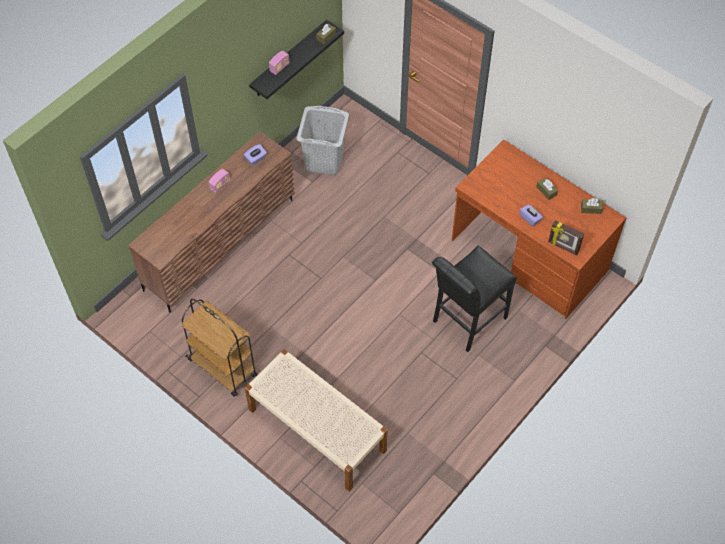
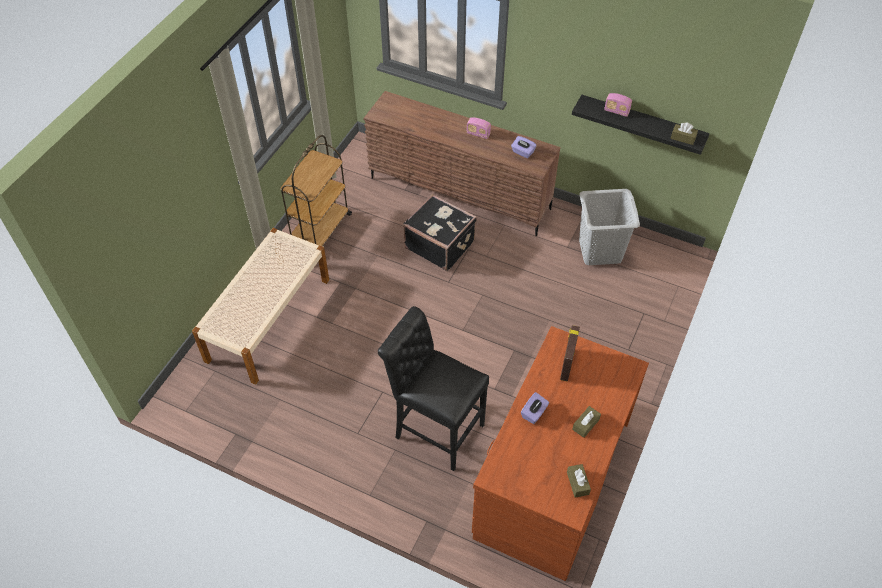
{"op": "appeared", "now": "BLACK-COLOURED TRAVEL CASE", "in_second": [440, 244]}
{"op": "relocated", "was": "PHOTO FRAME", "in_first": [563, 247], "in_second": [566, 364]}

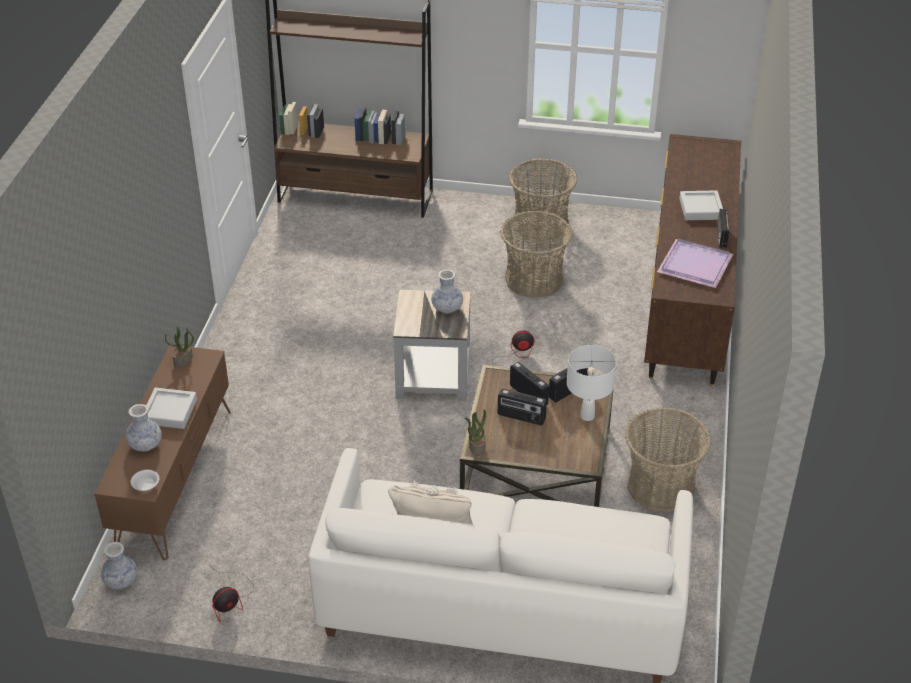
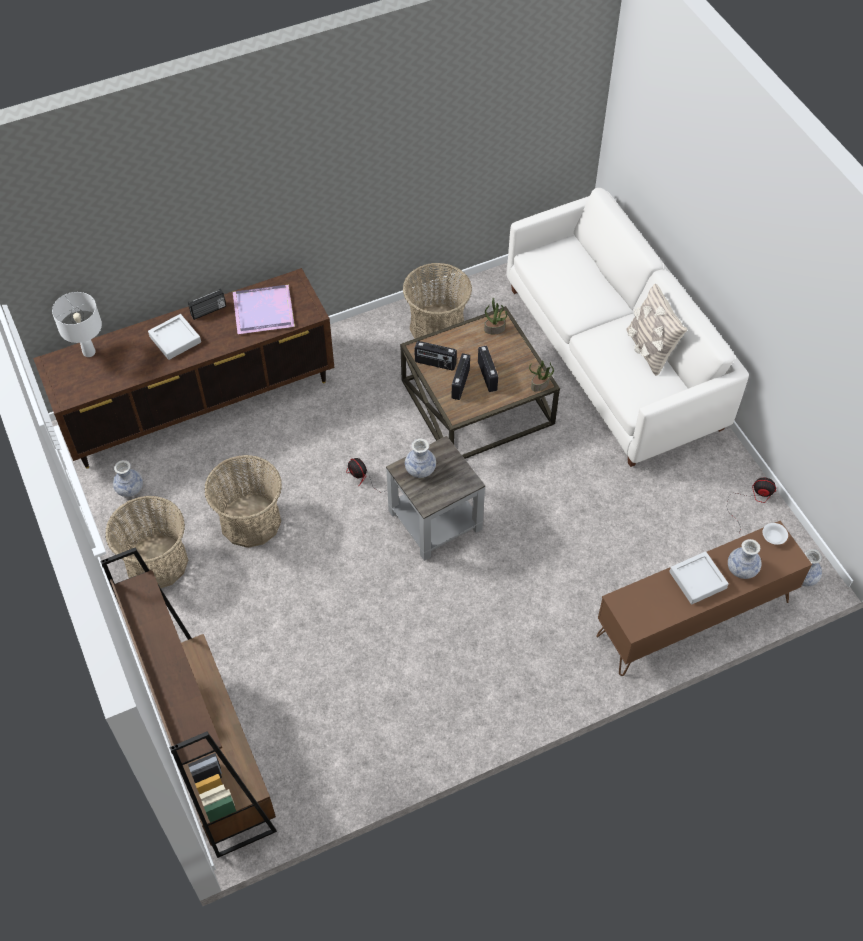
{"op": "appeared", "now": "VASE", "in_second": [130, 489]}
{"op": "relocated", "was": "POTTED PLANT", "in_first": [183, 360], "in_second": [494, 329]}
{"op": "relocated", "was": "WHITE-COLOURED TABLE LAMP", "in_first": [587, 416], "in_second": [89, 352]}

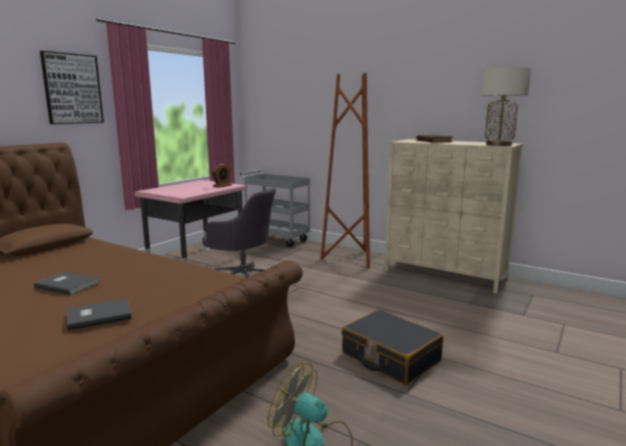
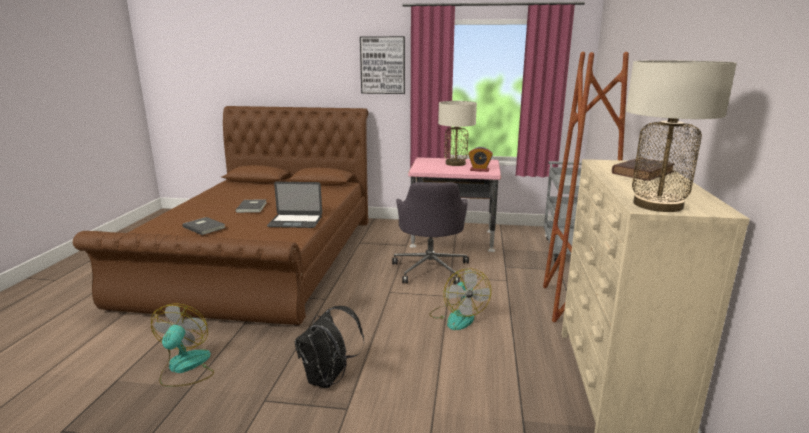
{"op": "appeared", "now": "LAPTOP", "in_second": [295, 221]}
{"op": "appeared", "now": "ELECTRIC FAN", "in_second": [457, 316]}
{"op": "appeared", "now": "TABLE LAMP", "in_second": [455, 163]}
{"op": "exchanged", "was": "BLACK-COLOURED TRAVEL CASE", "now": "BLACK-COLOURED RUCKSACK", "in_first": [390, 357], "in_second": [328, 379]}

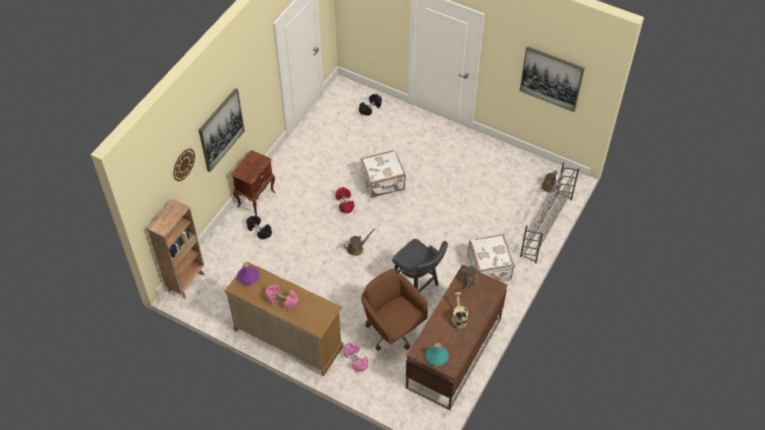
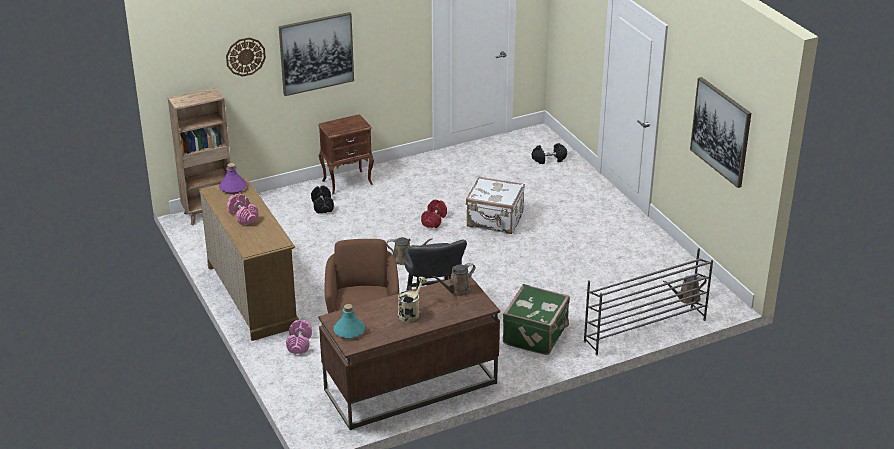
{"op": "colour", "was": "WHITE-COLOURED TRAVEL CASE", "now": "GREEN TRAVEL CASE", "in_first": [490, 267], "in_second": [536, 335]}

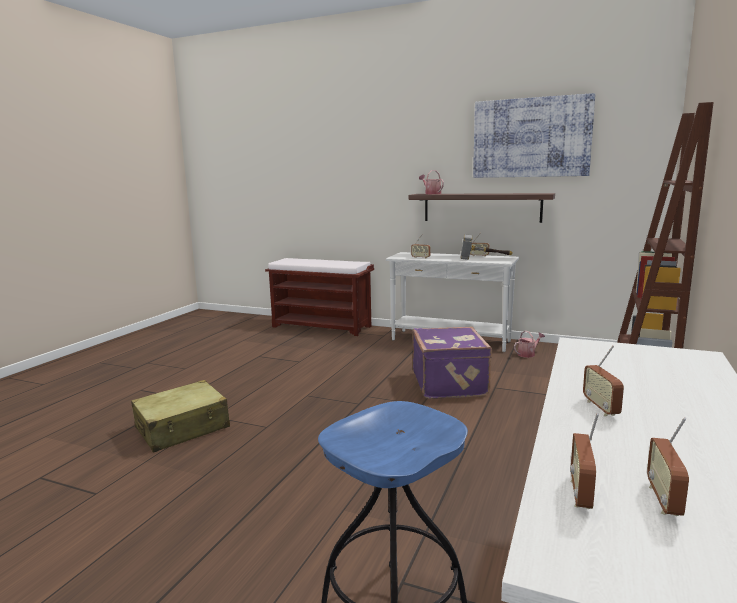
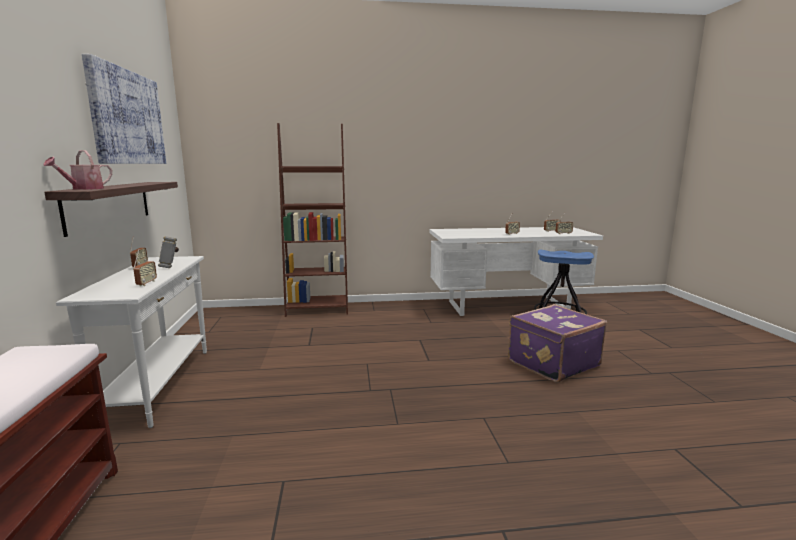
{"op": "missing", "was": "BEIGE-COLOURED TRAVEL CASE", "in_first": [183, 428]}
{"op": "missing", "was": "WATERING POT", "in_first": [528, 354]}
{"op": "relocated", "was": "PURPLE TRAVEL CASE", "in_first": [450, 384], "in_second": [551, 363]}

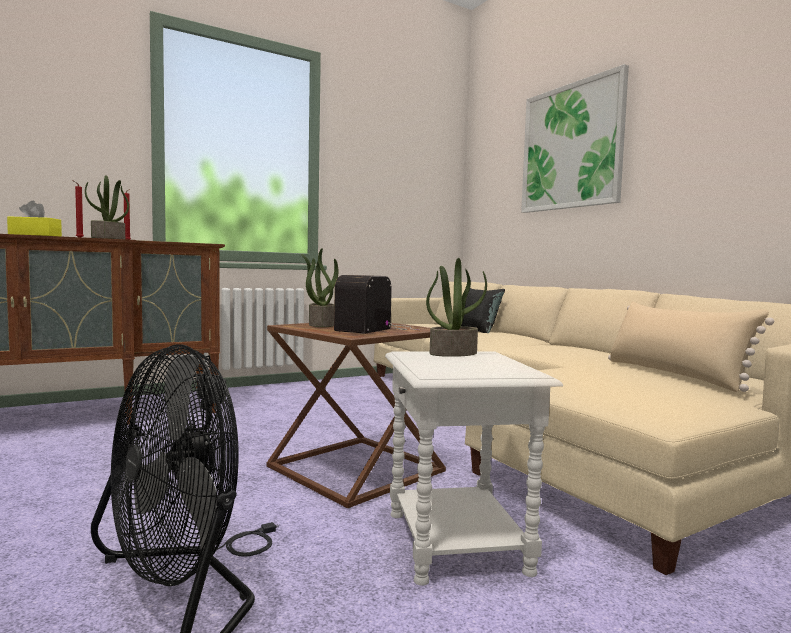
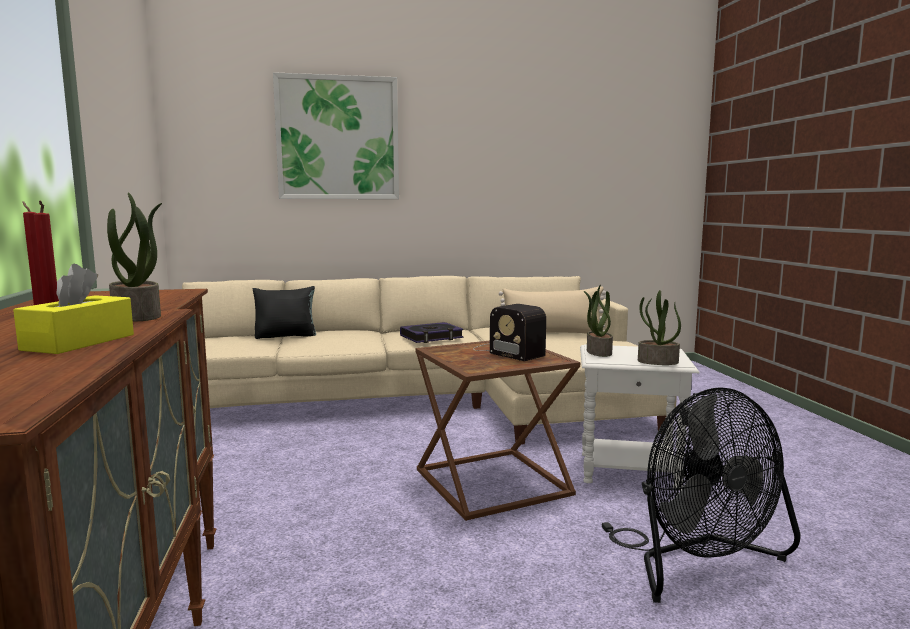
{"op": "appeared", "now": "BOOK", "in_second": [431, 337]}
{"op": "relocated", "was": "POTTED PLANT", "in_first": [321, 325], "in_second": [657, 362]}

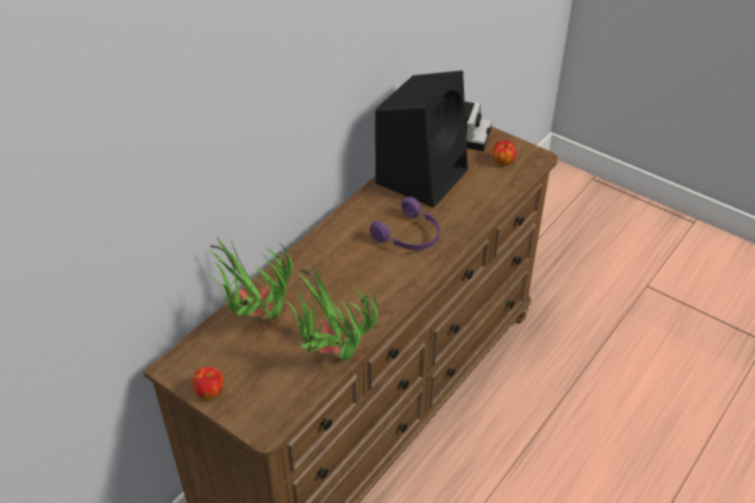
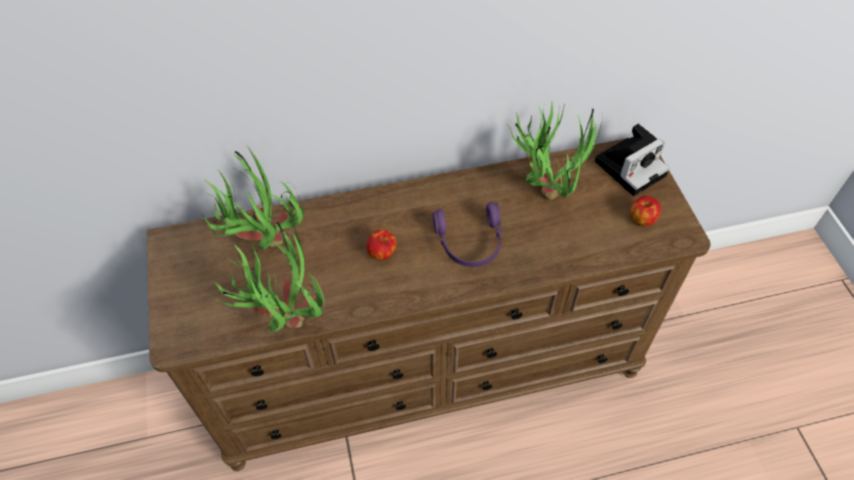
{"op": "relocated", "was": "APPLE", "in_first": [210, 392], "in_second": [382, 253]}
{"op": "exchanged", "was": "BLACK-COLOURED AUDIO SPEAKER", "now": "POTTED PLANT", "in_first": [422, 175], "in_second": [545, 187]}

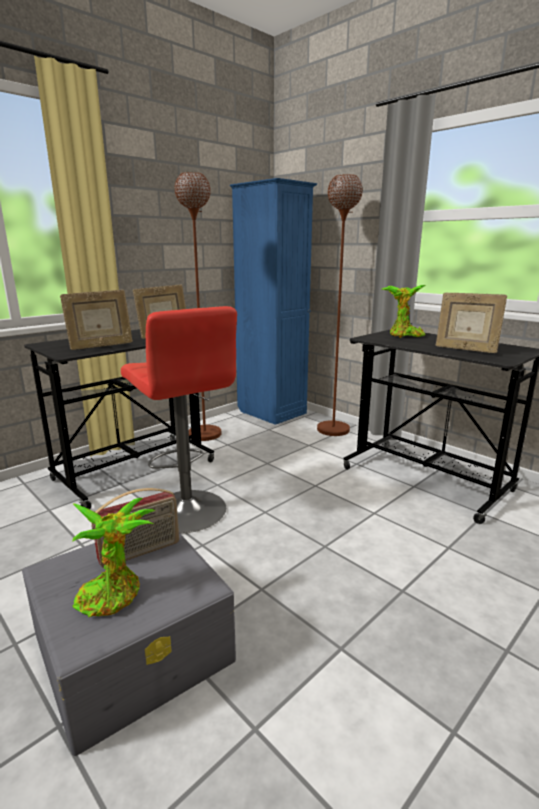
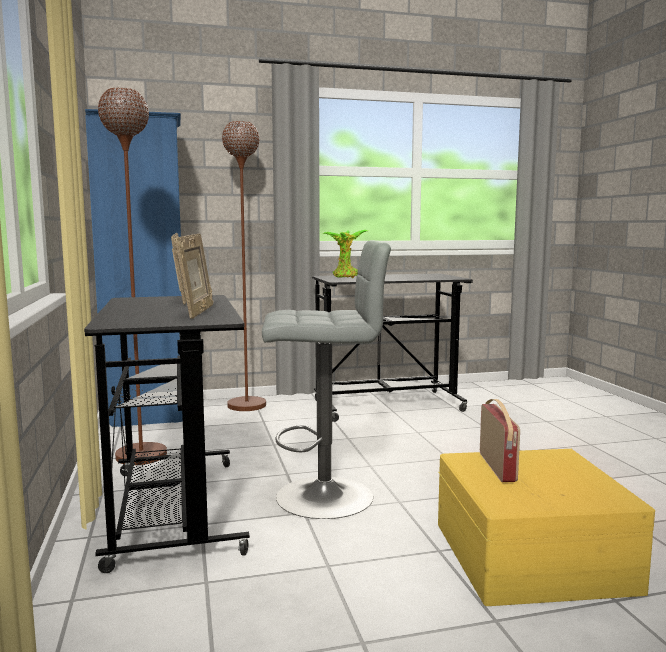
{"op": "missing", "was": "POTTED PLANT", "in_first": [114, 594]}
{"op": "missing", "was": "PHOTO FRAME", "in_first": [465, 349]}
{"op": "colour", "was": "GREYISH STORAGE CONTAINER", "now": "YELLOW STORAGE CONTAINER", "in_first": [134, 646], "in_second": [531, 555]}
{"op": "colour", "was": "REDDISH STOOL SEAT", "now": "GREYISH STOOL SEAT", "in_first": [187, 511], "in_second": [325, 497]}

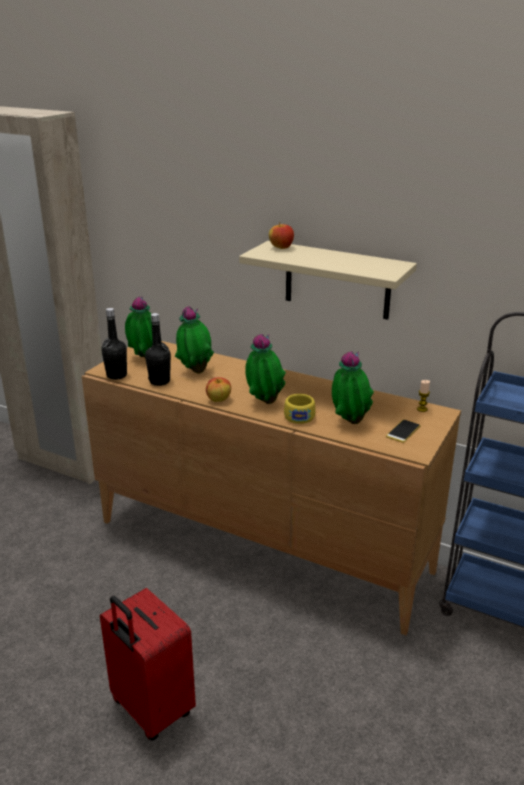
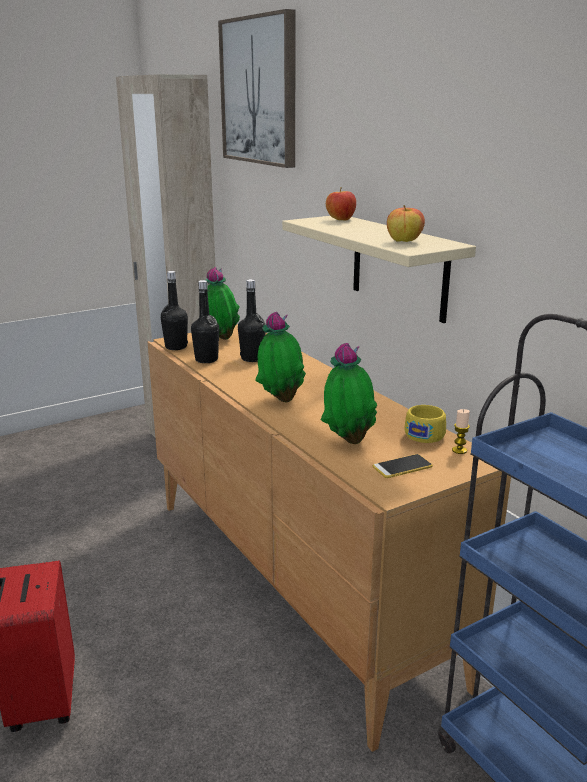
{"op": "appeared", "now": "WALL ART", "in_second": [259, 91]}
{"op": "relocated", "was": "APPLE", "in_first": [218, 399], "in_second": [404, 241]}
{"op": "relocated", "was": "YELLOW CUP", "in_first": [299, 415], "in_second": [426, 434]}
{"op": "exchanged", "was": "POTTED PLANT", "now": "BLACK-COLOURED DRINK BOTTLE", "in_first": [195, 371], "in_second": [252, 358]}

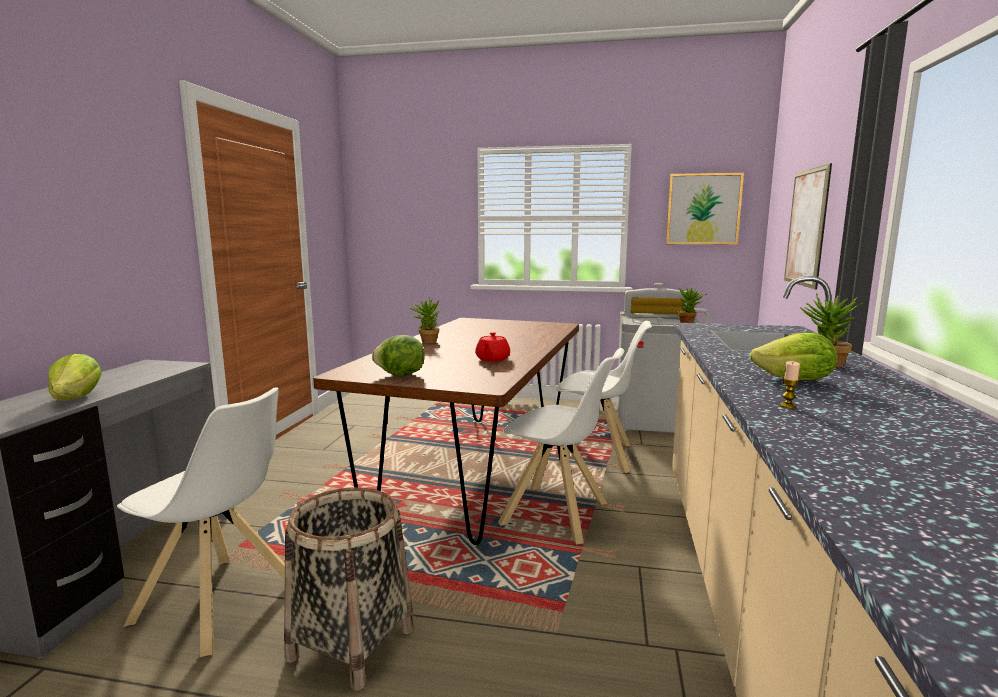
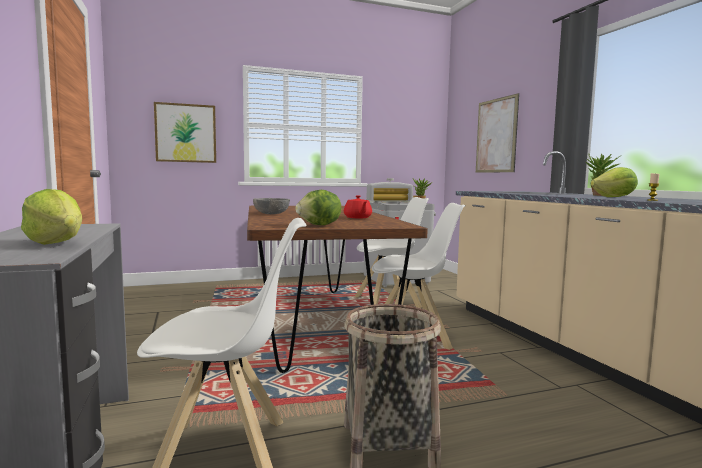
{"op": "relocated", "was": "WALL ART", "in_first": [703, 209], "in_second": [186, 133]}
{"op": "exchanged", "was": "POTTED PLANT", "now": "GREYISH BOWL", "in_first": [426, 341], "in_second": [271, 213]}

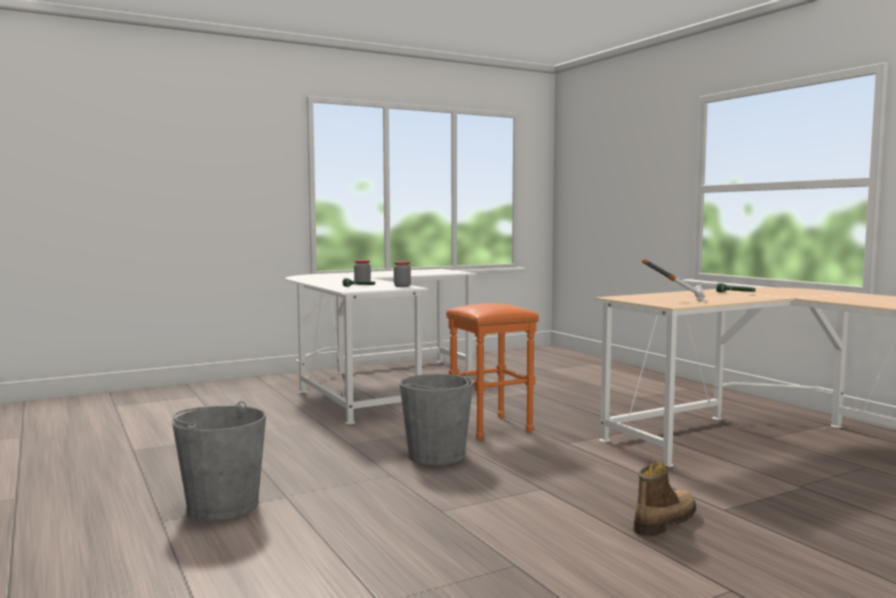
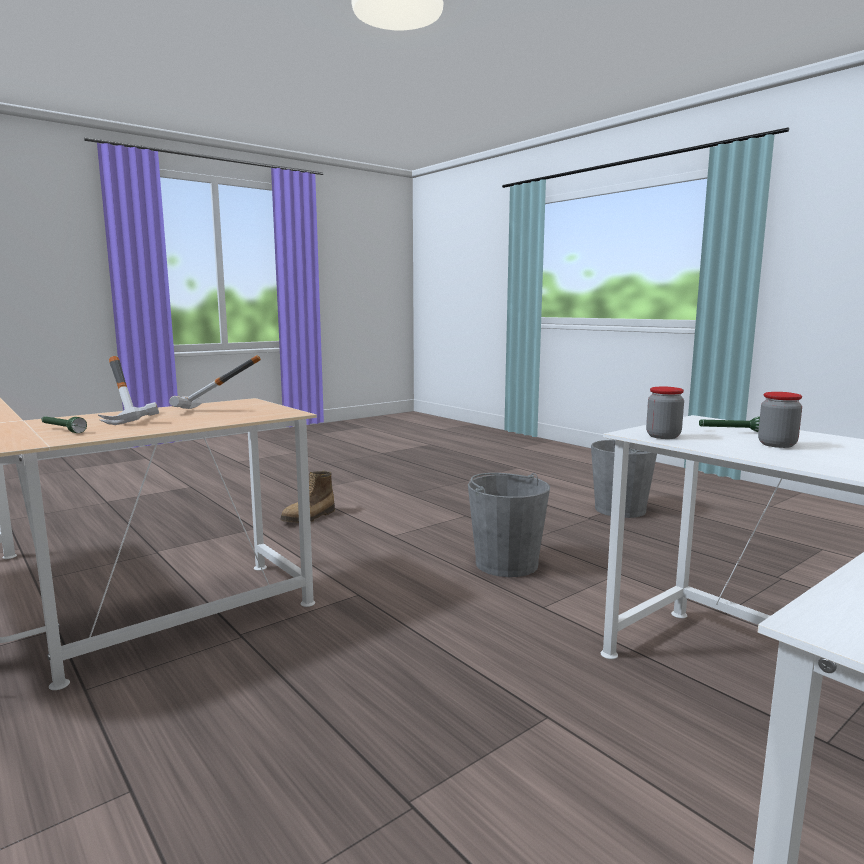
{"op": "missing", "was": "ORANGE-COLOURED STOOL SEAT", "in_first": [490, 427]}
{"op": "appeared", "now": "HAND HAMMER", "in_second": [134, 418]}

